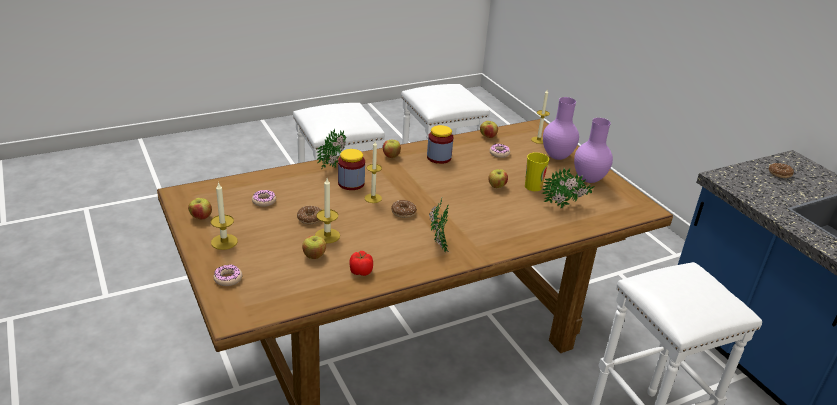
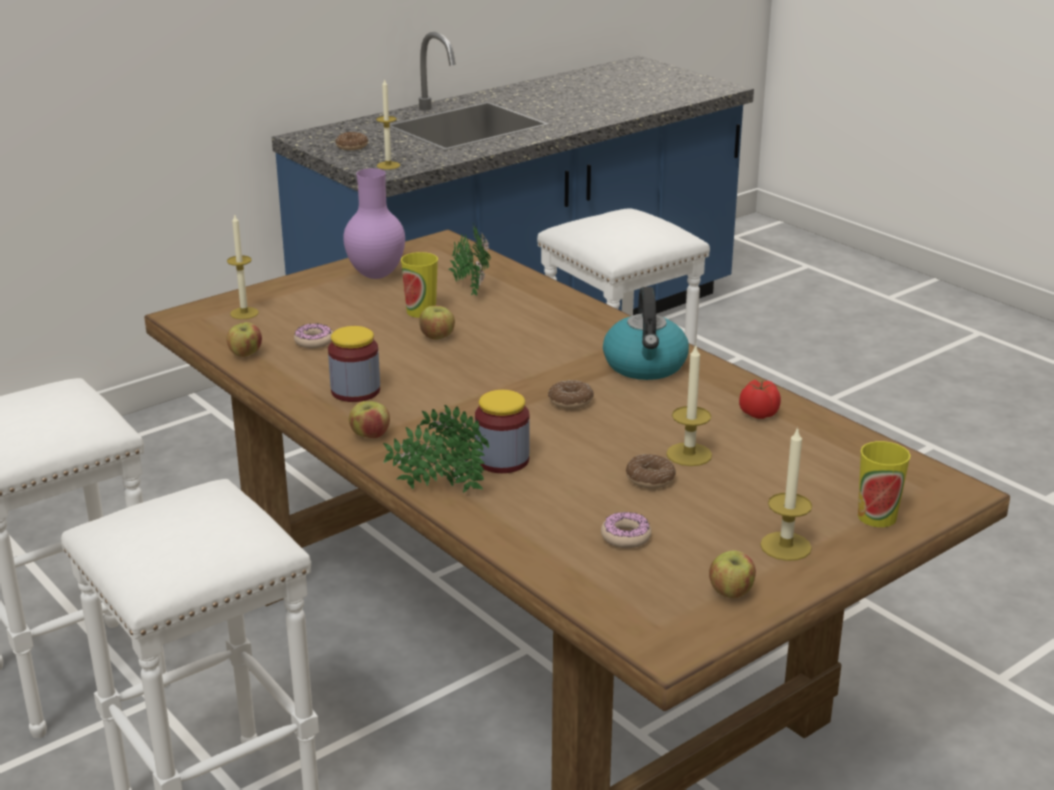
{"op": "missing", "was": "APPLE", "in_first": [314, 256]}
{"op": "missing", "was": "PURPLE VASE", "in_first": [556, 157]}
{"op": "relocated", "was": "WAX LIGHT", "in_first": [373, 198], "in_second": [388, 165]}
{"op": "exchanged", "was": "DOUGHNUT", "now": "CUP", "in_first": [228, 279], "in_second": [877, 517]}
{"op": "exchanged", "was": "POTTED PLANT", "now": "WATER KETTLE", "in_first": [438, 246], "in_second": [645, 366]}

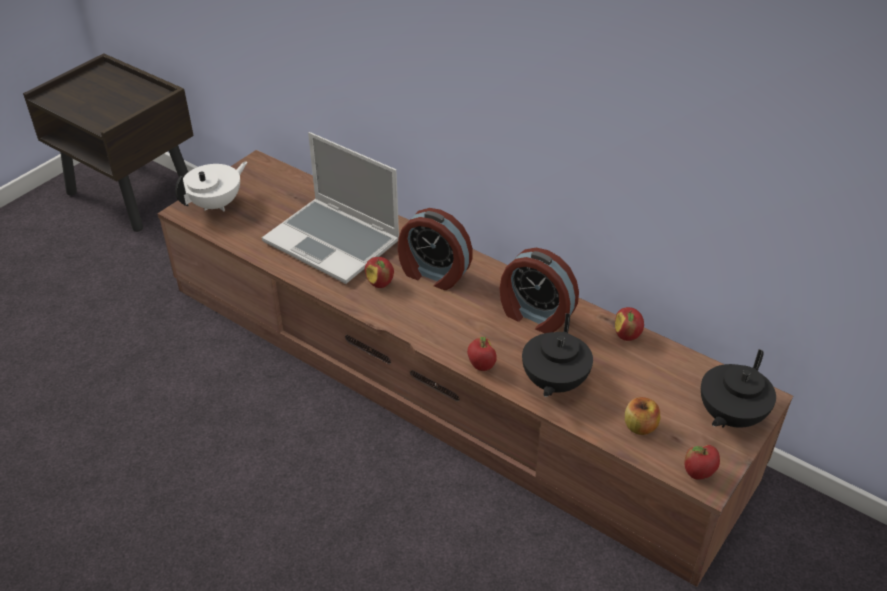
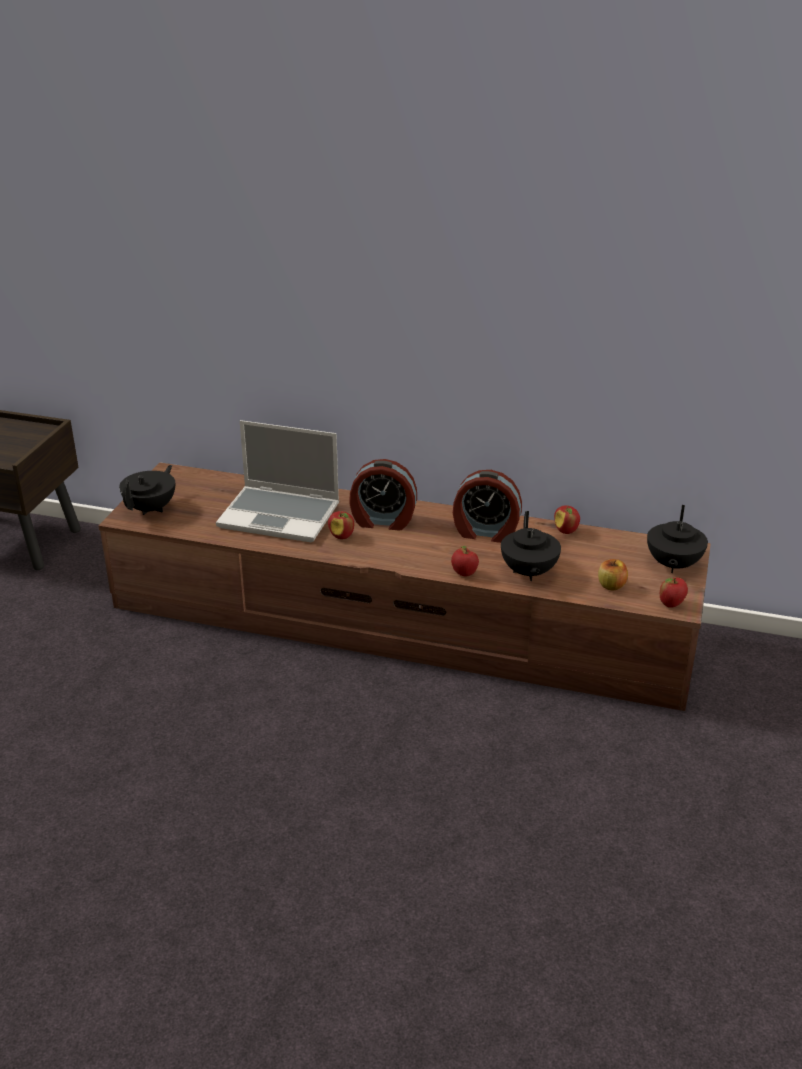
{"op": "colour", "was": "WHITE-COLOURED TEAPOT", "now": "BLACK-COLOURED TEAPOT", "in_first": [216, 204], "in_second": [151, 508]}

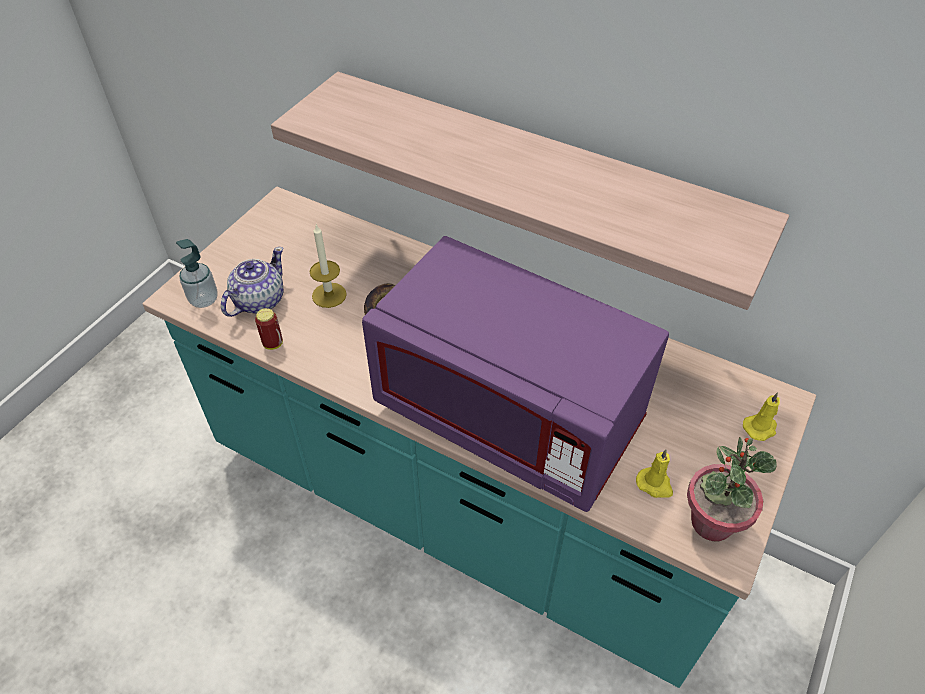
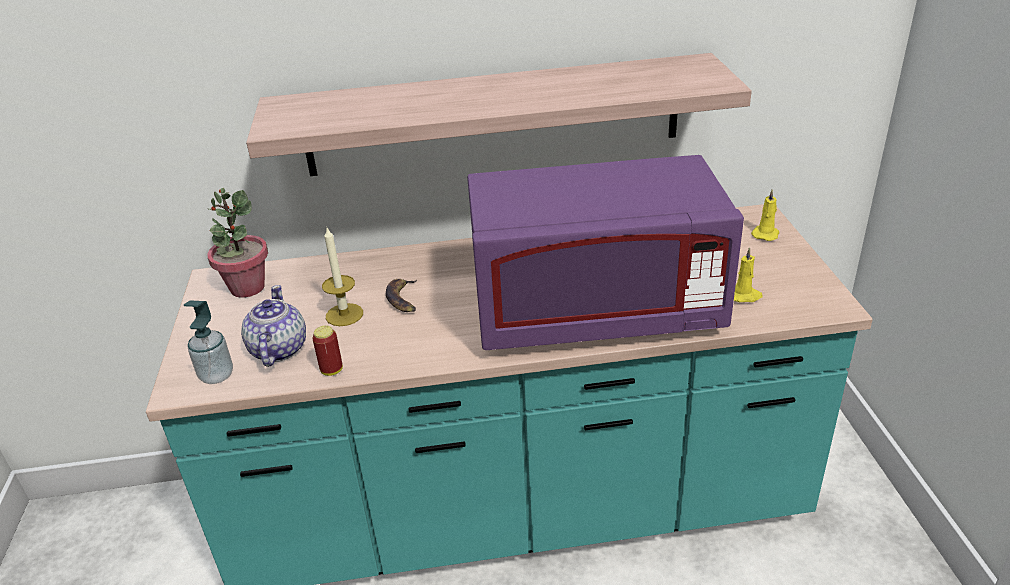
{"op": "relocated", "was": "POTTED PLANT", "in_first": [711, 522], "in_second": [247, 288]}

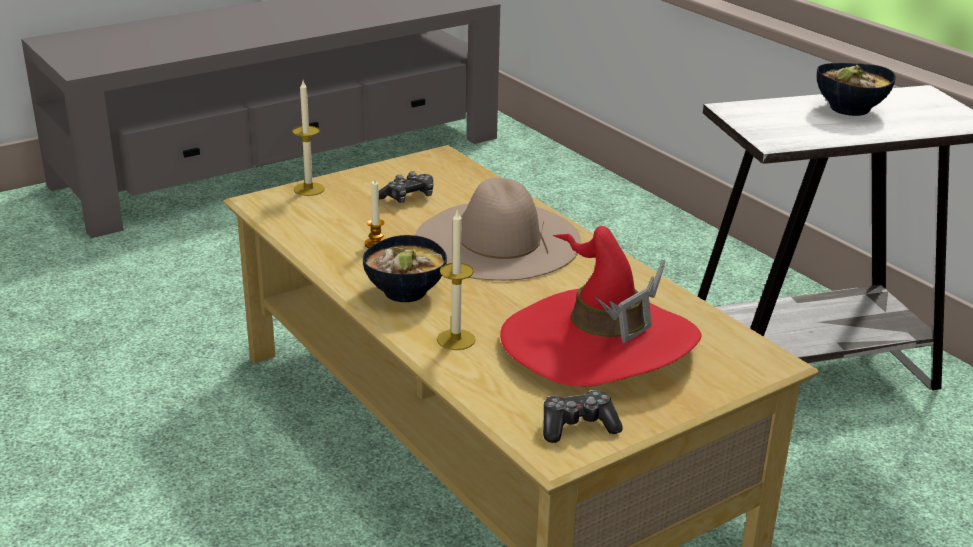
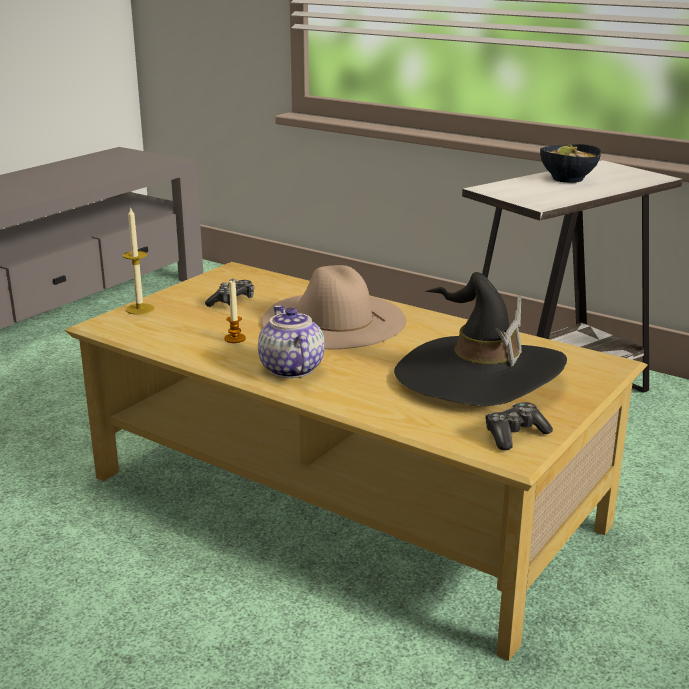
{"op": "missing", "was": "WAX LIGHT", "in_first": [456, 339]}
{"op": "exchanged", "was": "BOWL", "now": "TEAPOT", "in_first": [403, 292], "in_second": [289, 369]}
{"op": "colour", "was": "REDDISH WEARABLE HAT", "now": "BLACK-COLOURED WEARABLE HAT", "in_first": [599, 344], "in_second": [478, 376]}

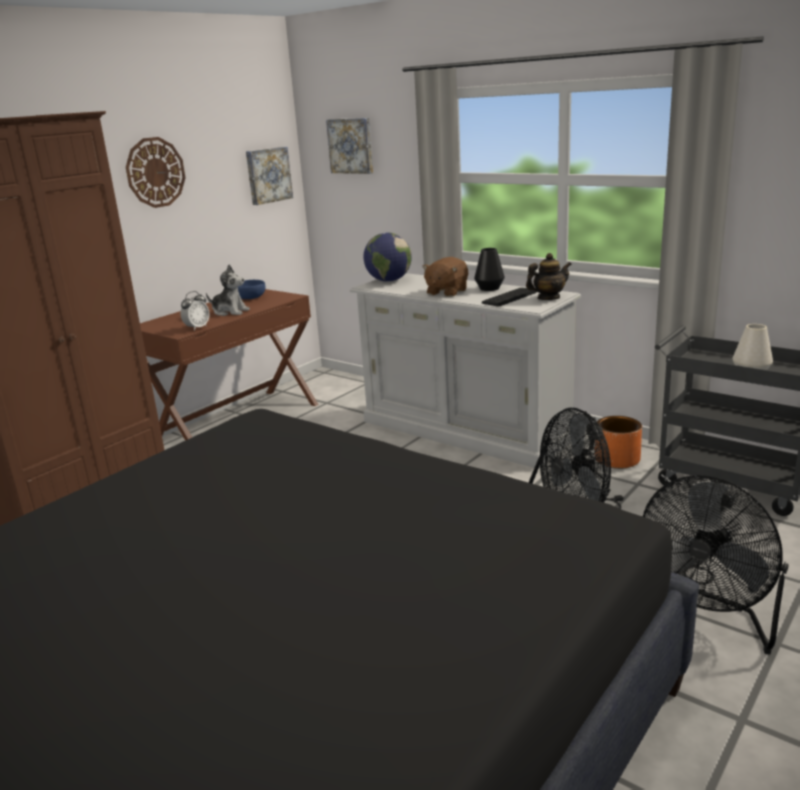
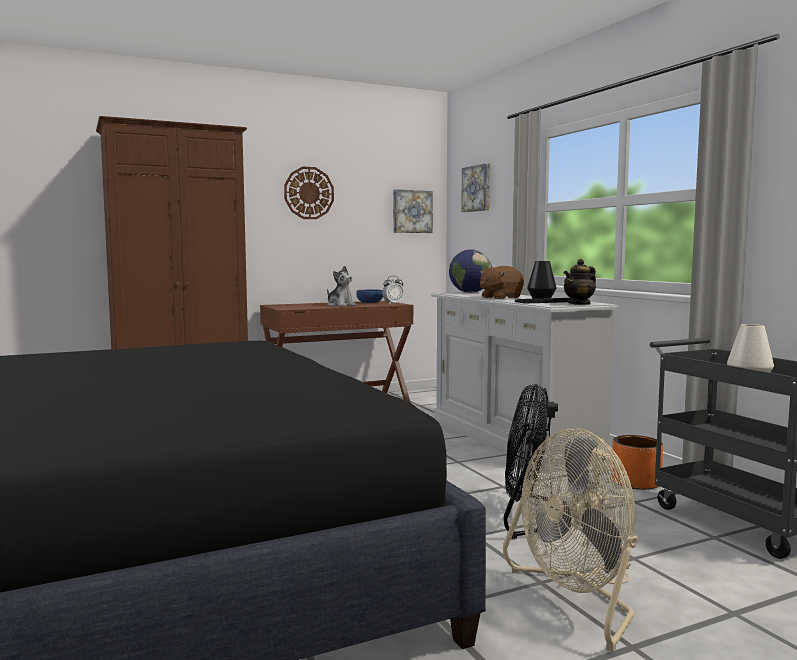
{"op": "relocated", "was": "TABLE CLOCK", "in_first": [197, 328], "in_second": [393, 304]}
{"op": "colour", "was": "BLACK-COLOURED ELECTRIC FAN", "now": "BEIGE-COLOURED ELECTRIC FAN", "in_first": [700, 607], "in_second": [580, 597]}
{"op": "spun", "was": "TEAPOT", "in_first": [548, 298], "in_second": [579, 303], "clockwise": 135}

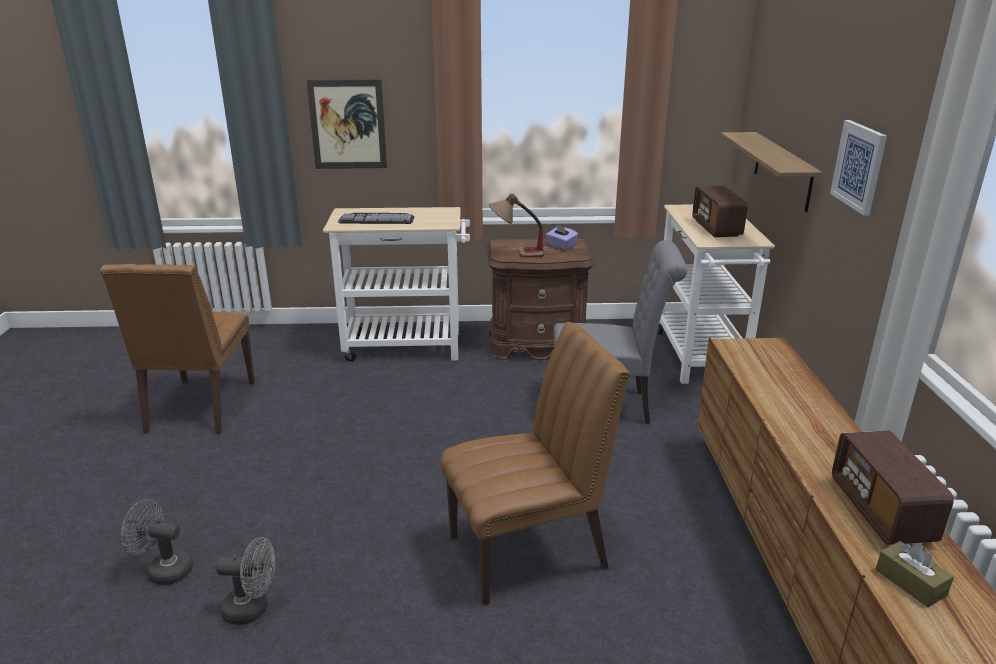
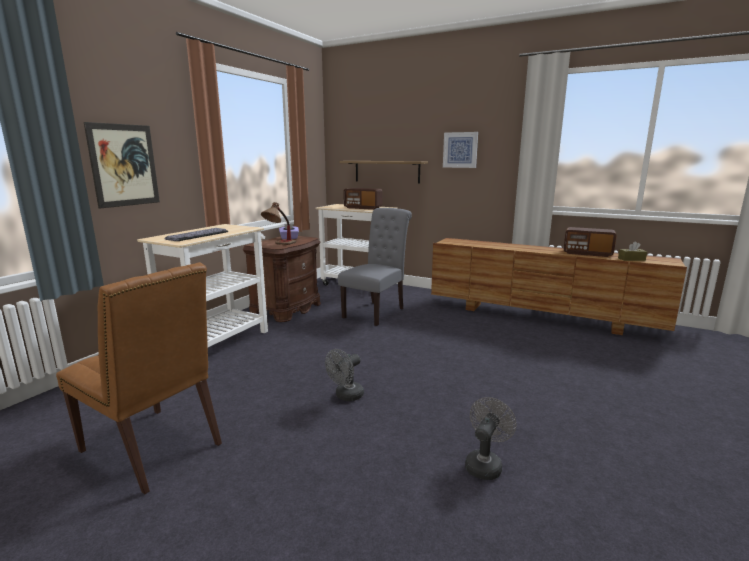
{"op": "missing", "was": "BROWNISH PLAIN CHAIR", "in_first": [526, 553]}
{"op": "relocated", "was": "GREYISH ELECTRIC FAN", "in_first": [164, 570], "in_second": [346, 396]}

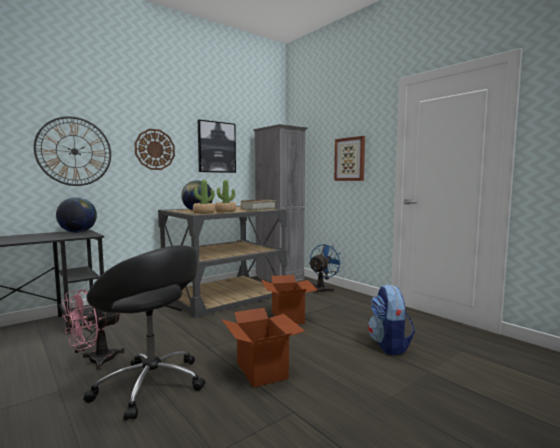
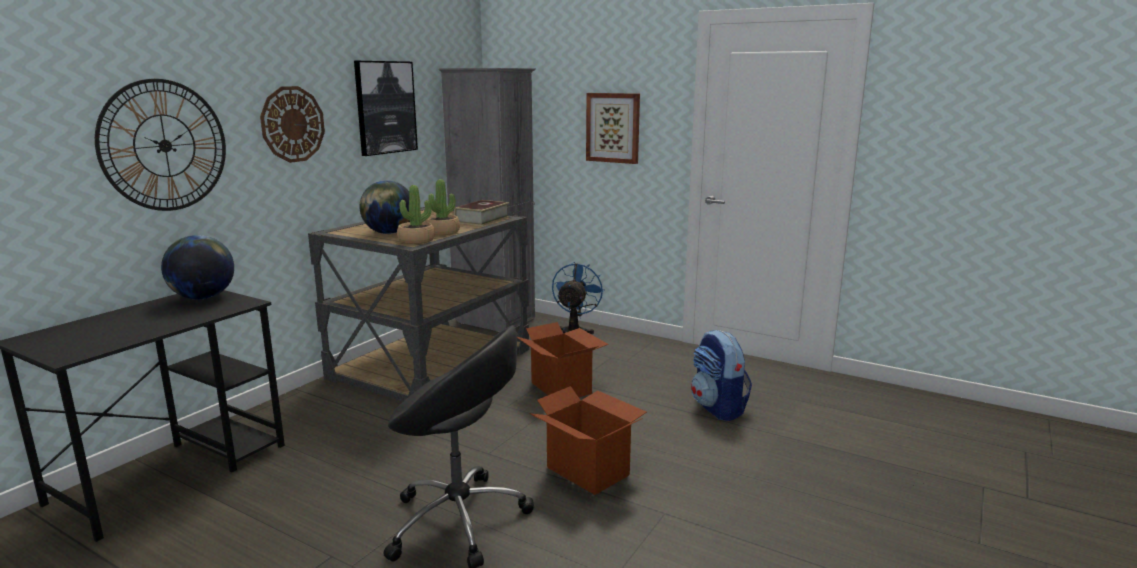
{"op": "missing", "was": "PINK ELECTRIC FAN", "in_first": [94, 362]}

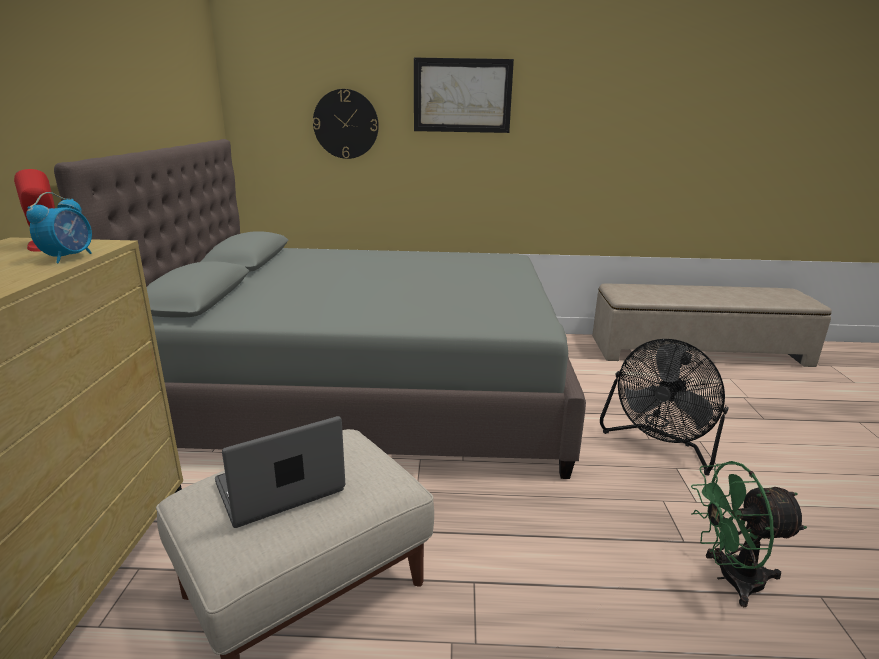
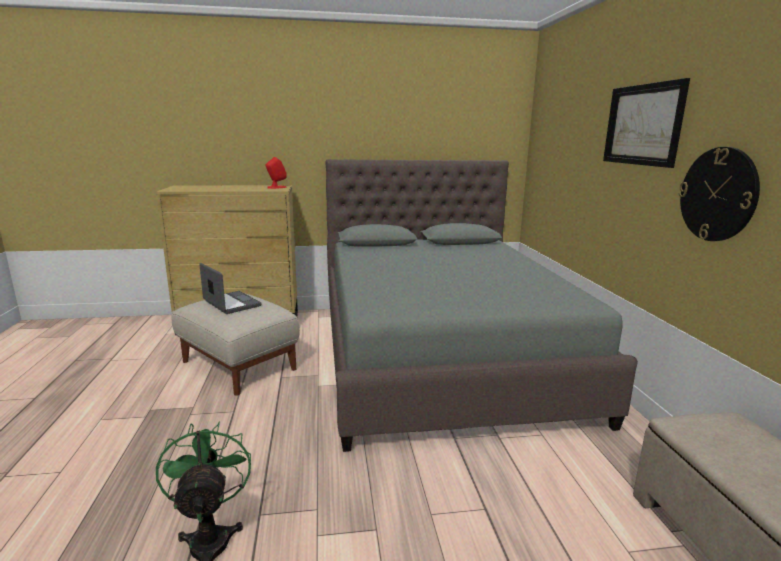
{"op": "missing", "was": "TABLE CLOCK", "in_first": [69, 257]}
{"op": "missing", "was": "BLACK-COLOURED ELECTRIC FAN", "in_first": [657, 442]}
{"op": "relocated", "was": "CLOCK ON THE WALL", "in_first": [346, 124], "in_second": [718, 194]}

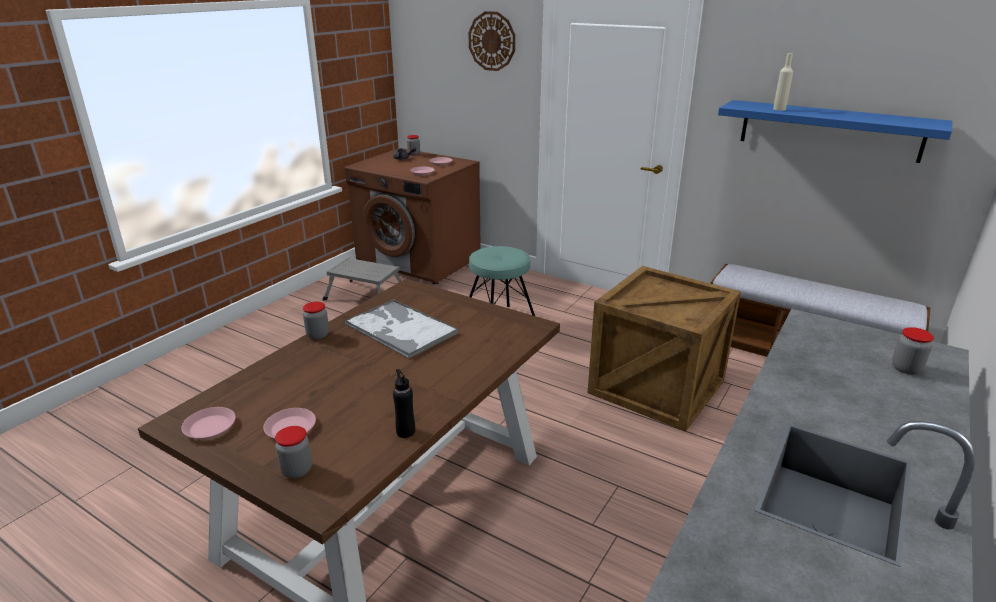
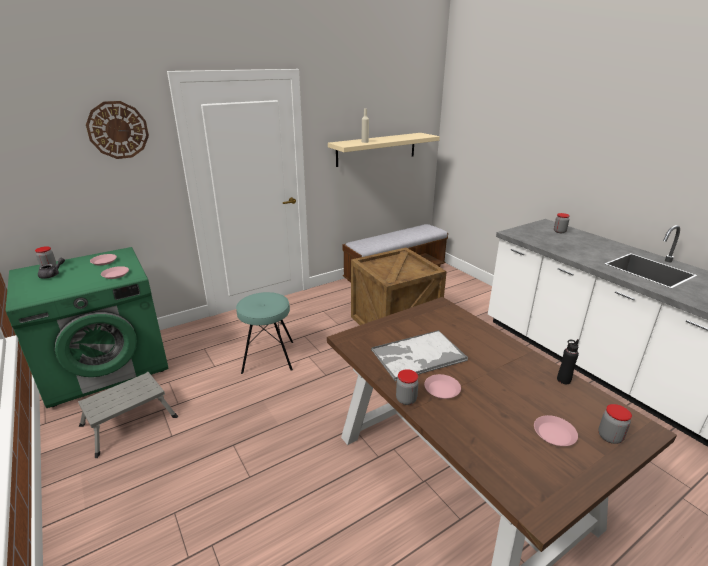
{"op": "relocated", "was": "PINK DINNER PLATE", "in_first": [209, 427], "in_second": [442, 389]}
{"op": "colour", "was": "BROWNISH LAUNDRY APPLIANCE", "now": "GREEN LAUNDRY APPLIANCE", "in_first": [418, 263], "in_second": [108, 369]}
{"op": "colour", "was": "BLUE BRACKET SHELF", "now": "BEIGE-COLOURED BRACKET SHELF", "in_first": [829, 130], "in_second": [376, 149]}

